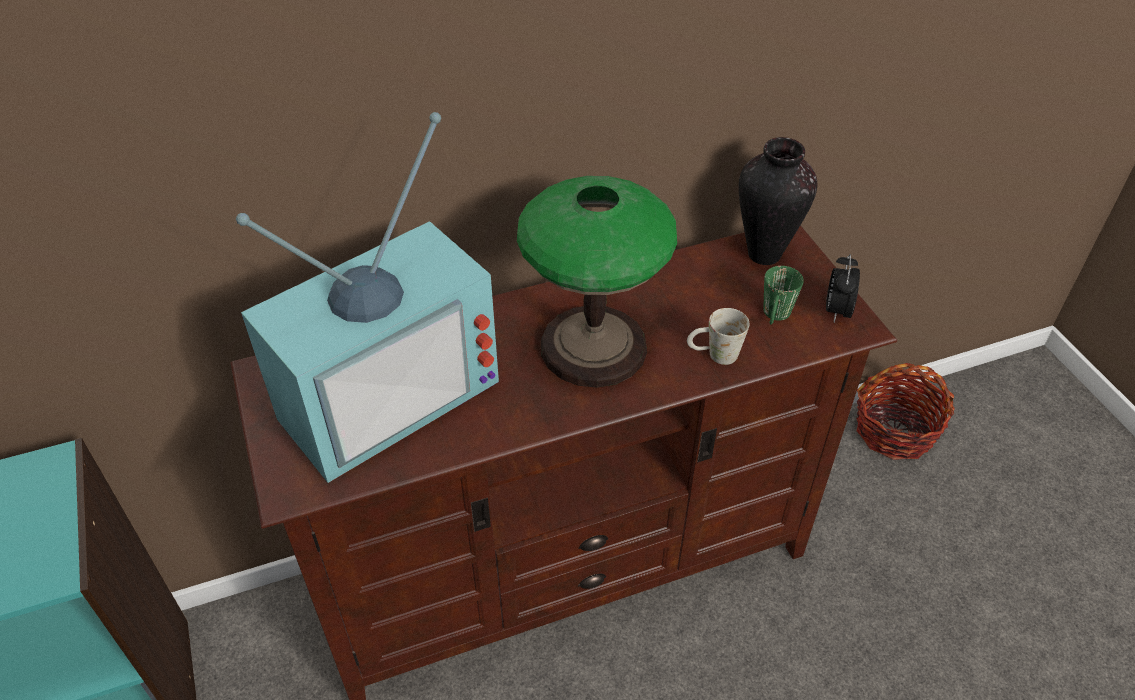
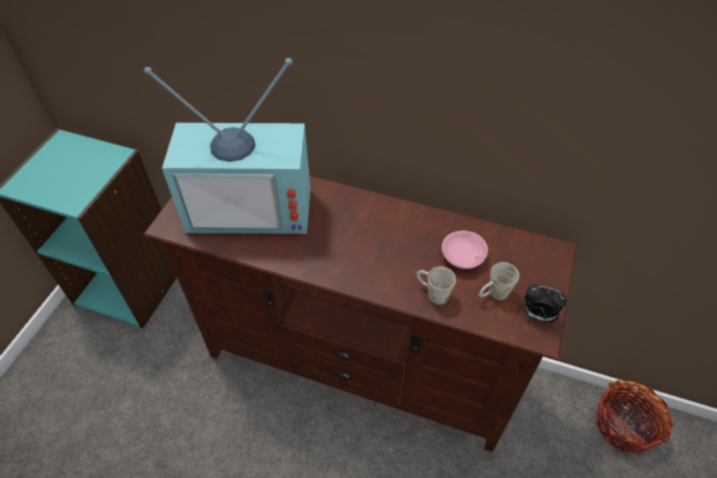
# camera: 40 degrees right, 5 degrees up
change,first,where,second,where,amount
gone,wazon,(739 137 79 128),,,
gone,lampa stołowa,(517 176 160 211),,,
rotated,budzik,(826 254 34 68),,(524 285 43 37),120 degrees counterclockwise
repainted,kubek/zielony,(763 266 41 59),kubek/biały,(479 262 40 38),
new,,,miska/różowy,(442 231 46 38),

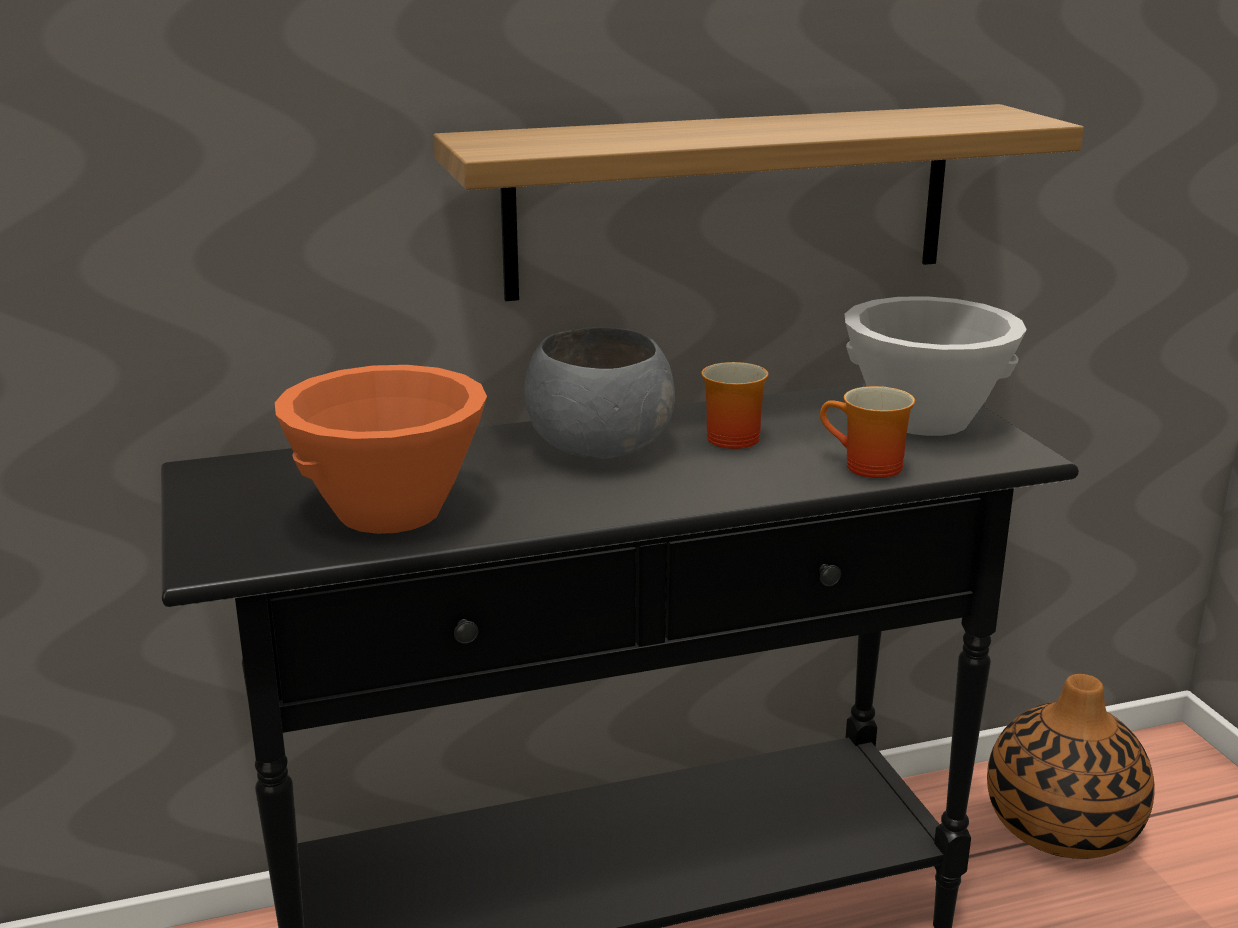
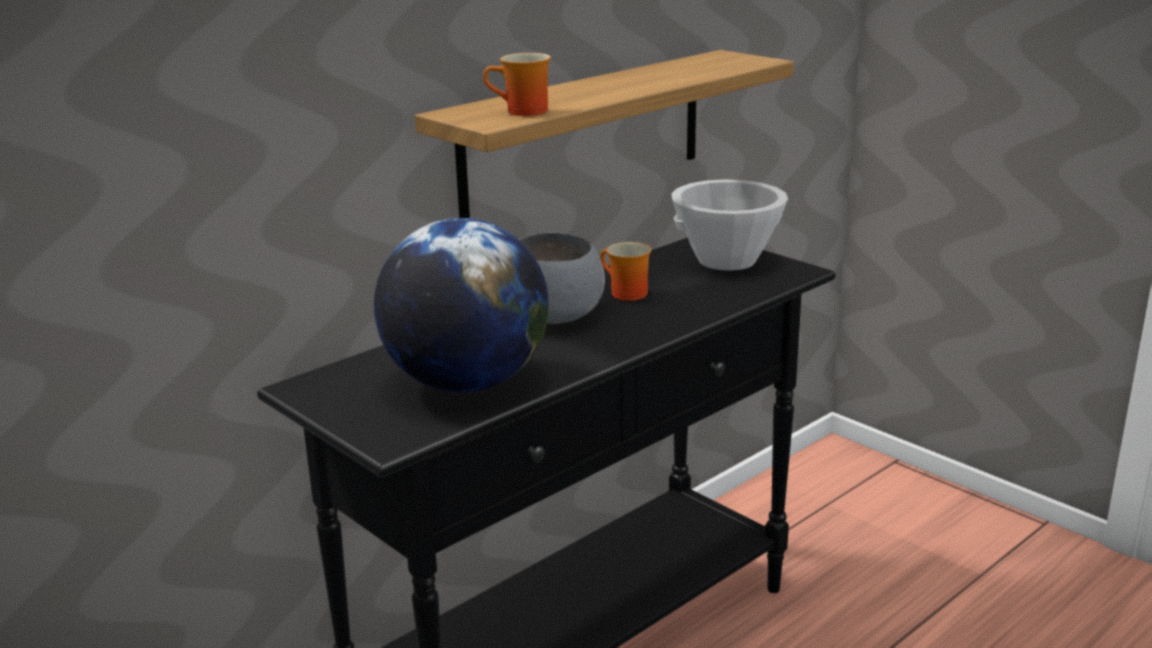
# camera: 25 degrees left, 0 degrees up
change,first,where,second,where,amount
swapped,miska/pomarańczowy,(275 365 212 169),globus,(374 218 175 175),
shifted,kubek,(820 386 95 92),,(483 53 68 63),
gone,wazon,(987 674 168 185),,,

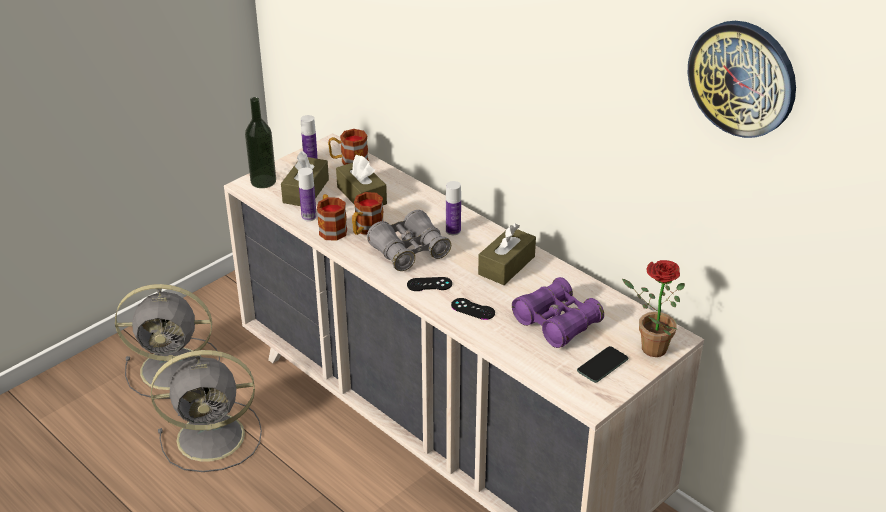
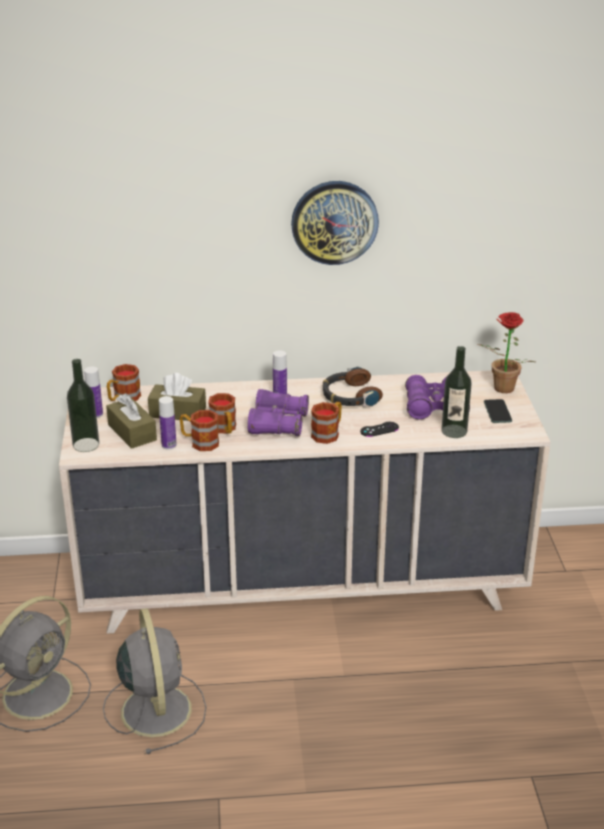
# camera: 50 degrees left, 5 degrees down
change,first,where,second,where,amount
shifted,zegar ścienny,(688 21 108 117),,(291 181 88 84),
repainted,lornetka/szary,(367 210 84 61),lornetka/fioletowy,(247 389 62 48),
swapped,pudełko chusteczek/brązowy,(478 223 58 62),słuchawki,(323 367 60 40),
swapped,pad do gier/czarny,(407 277 45 14),kubek,(311 402 31 42),
rotated,wentylator/szary,(151 350 111 122),,(103 608 103 146),45 degrees counterclockwise
new,,,butelka,(441 346 31 92),

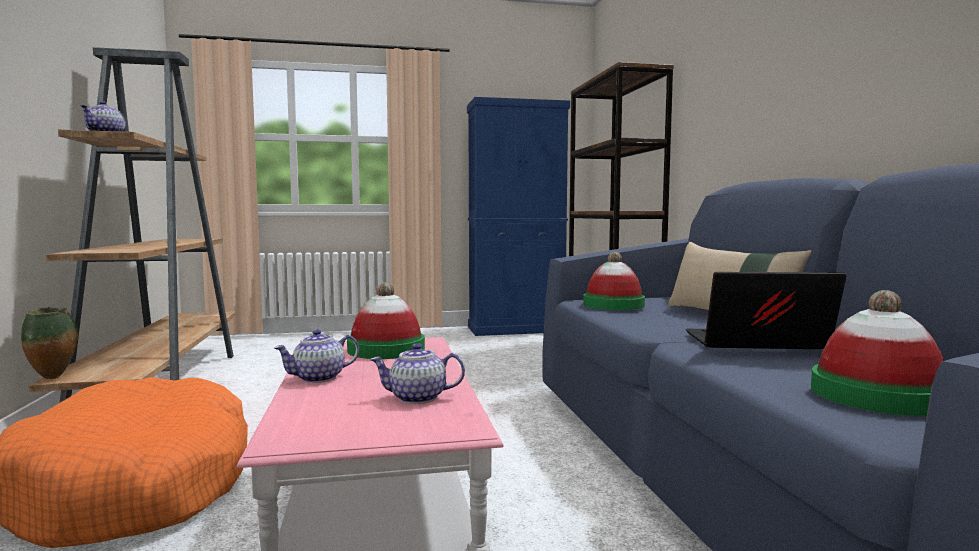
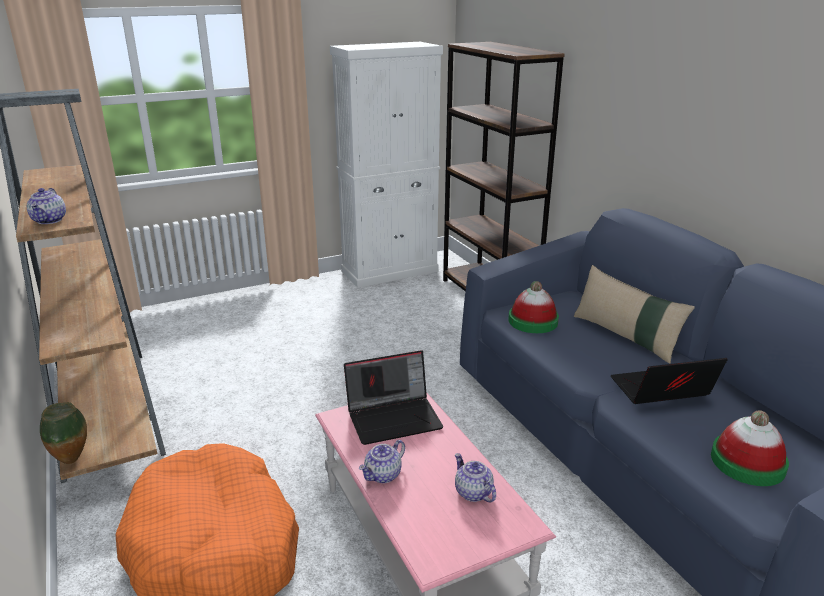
# camera: 15 degrees left, 20 degrees up
change,first,where,second,where,amount
repainted,szafka/niebieski,(467 97 103 239),szafka/biały,(330 42 113 246),
swapped,kapelusz,(347 282 78 77),laptop,(344 350 99 95),
rotated,imbryk,(370 343 95 61),,(455 453 41 49),75 degrees clockwise

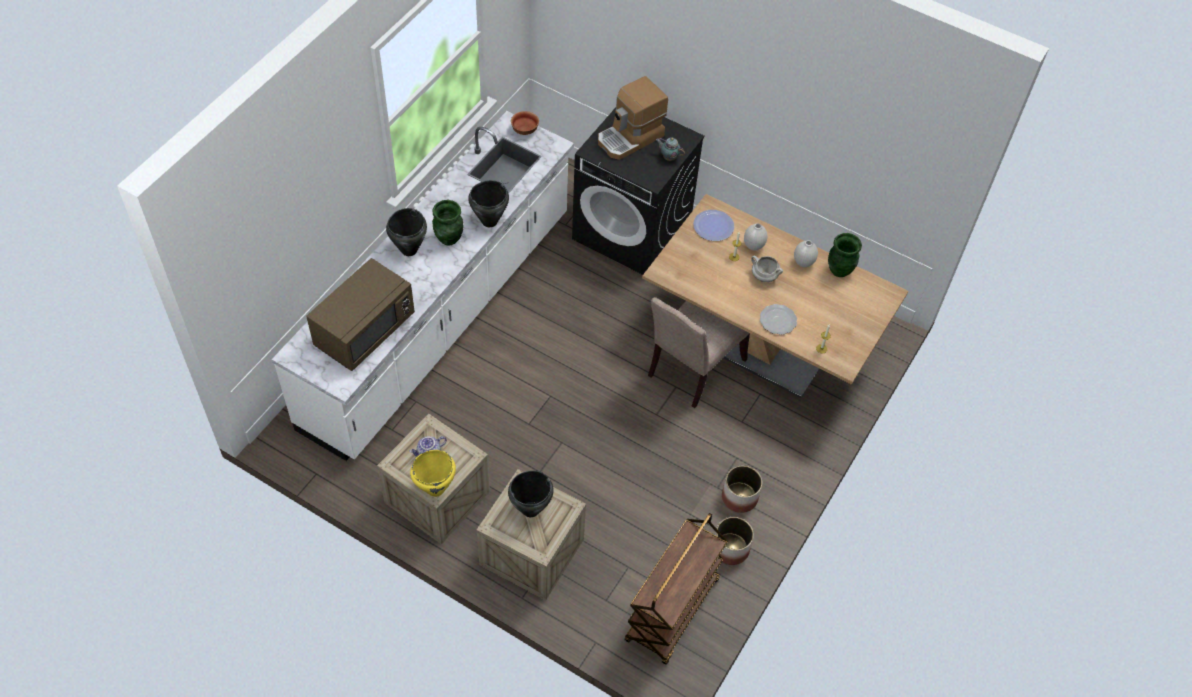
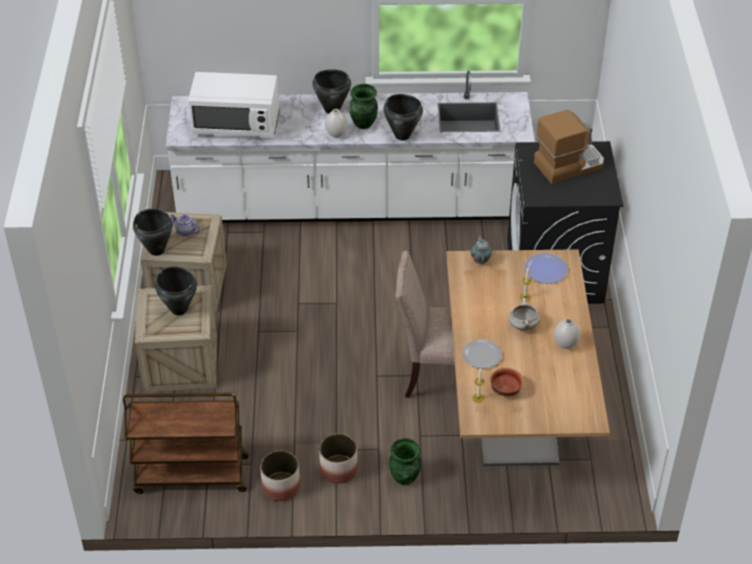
# camera: 60 degrees right, 10 degrees down
change,first,where,second,where,amount
rotated,ekspres do kawy,(598 76 70 84),,(534 110 70 74),135 degrees clockwise
shifted,miska,(511 111 28 24),,(490 368 34 28),
shifted,imbryk,(656 137 29 24),,(471 236 21 28),
shifted,wazon/biały,(744 223 24 28),,(325 109 22 29),
shifted,wazon/zielony,(828 233 34 44),,(389 438 32 47),
repainted,mikrofalówka/brązowy,(306 258 109 113),mikrofalówka/biały,(188 72 92 66),
repainted,garnek/żółty,(410 450 46 47),garnek/czarny,(133 209 40 47),

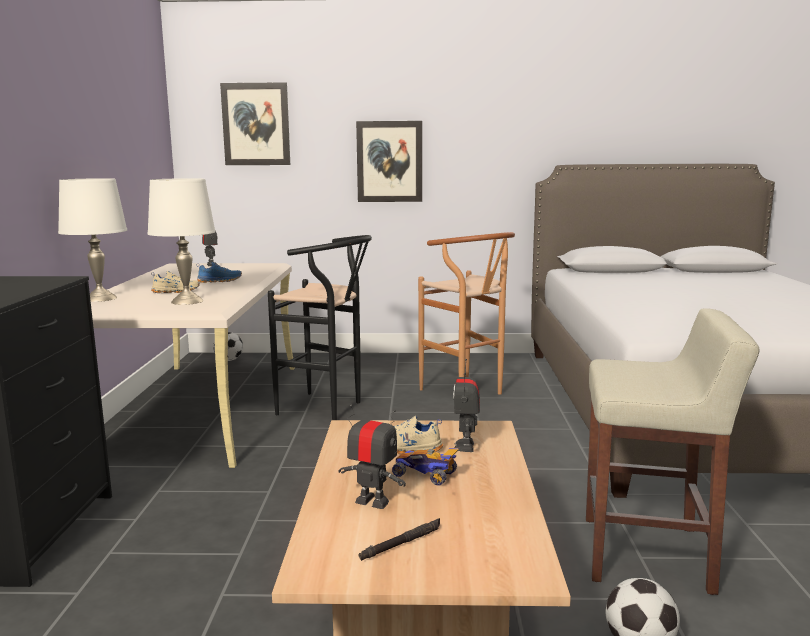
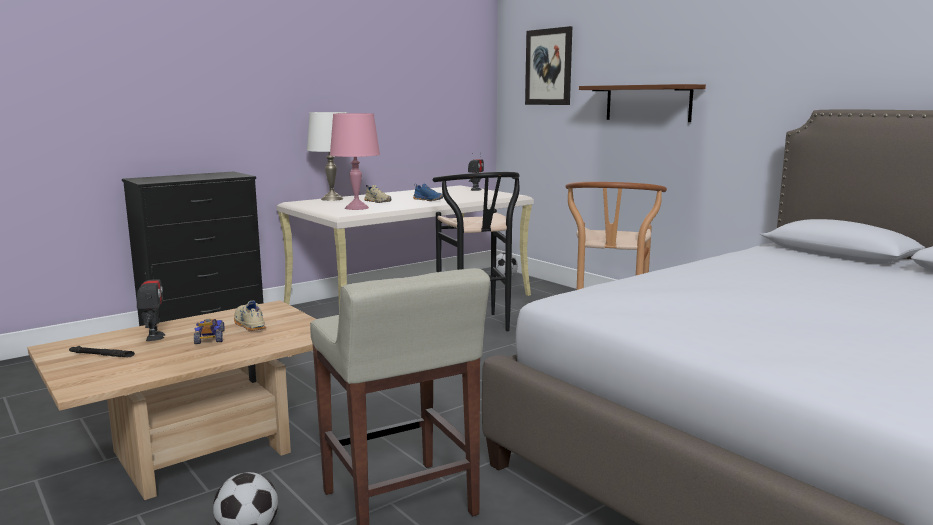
# camera: 50 degrees right, 0 degrees up
change,first,where,second,where,amount
swapped,obraz,(356 121 66 81),półka/brązowy,(579 84 127 38),
repainted,lampa stołowa/biały,(147 178 69 127),lampa stołowa/różowy,(330 113 50 97),
gone,robot zabawkowy,(453 359 27 93),,,

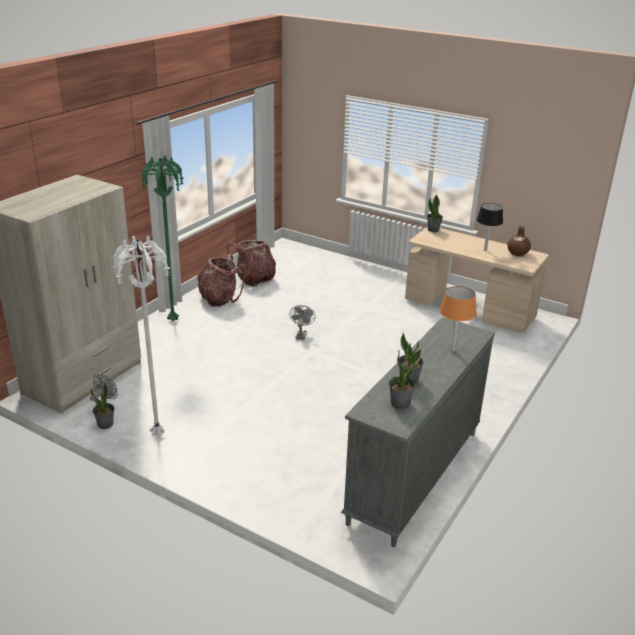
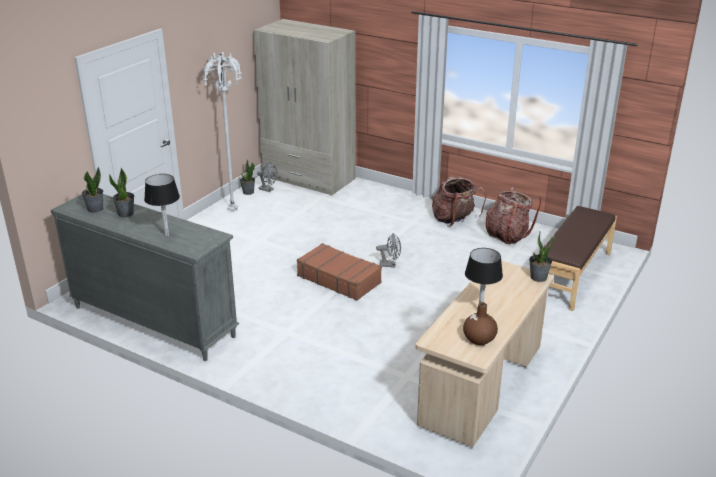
# camera: 90 degrees right, 0 degrees up
change,first,where,second,where,amount
gone,lampa stojąca/zielony,(141 155 43 166),,,
repainted,lampa stołowa/pomarańczowy,(439 286 38 66),lampa stołowa/czarny,(144 174 36 62),
new,,,ławka/brązowy,(539 206 78 105),
new,,,walizka/brązowy,(297 243 85 58),

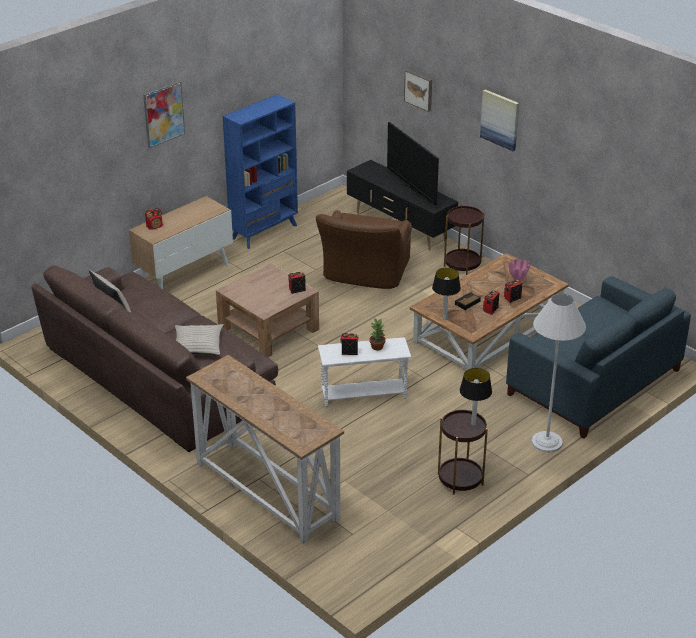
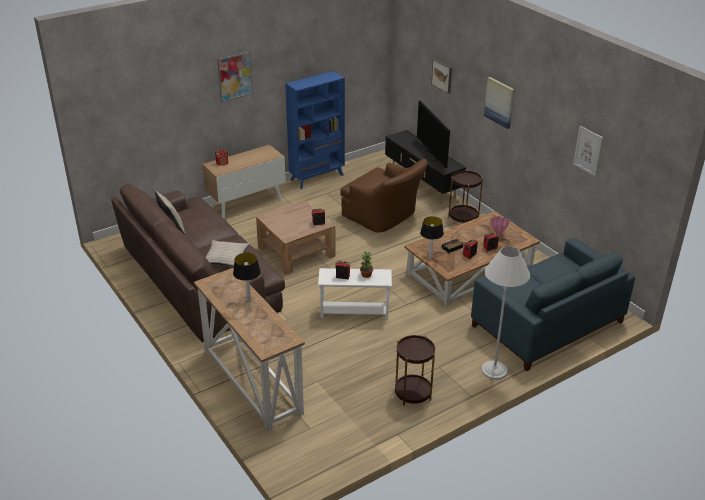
# camera: 10 degrees right, 0 degrees up
change,first,where,second,where,amount
rotated,fotel/brązowy,(316 210 96 79),,(340 159 88 73),75 degrees counterclockwise
shifted,lampa stołowa,(460 368 32 58),,(233 253 28 49),
new,,,obraz,(573 126 30 50),

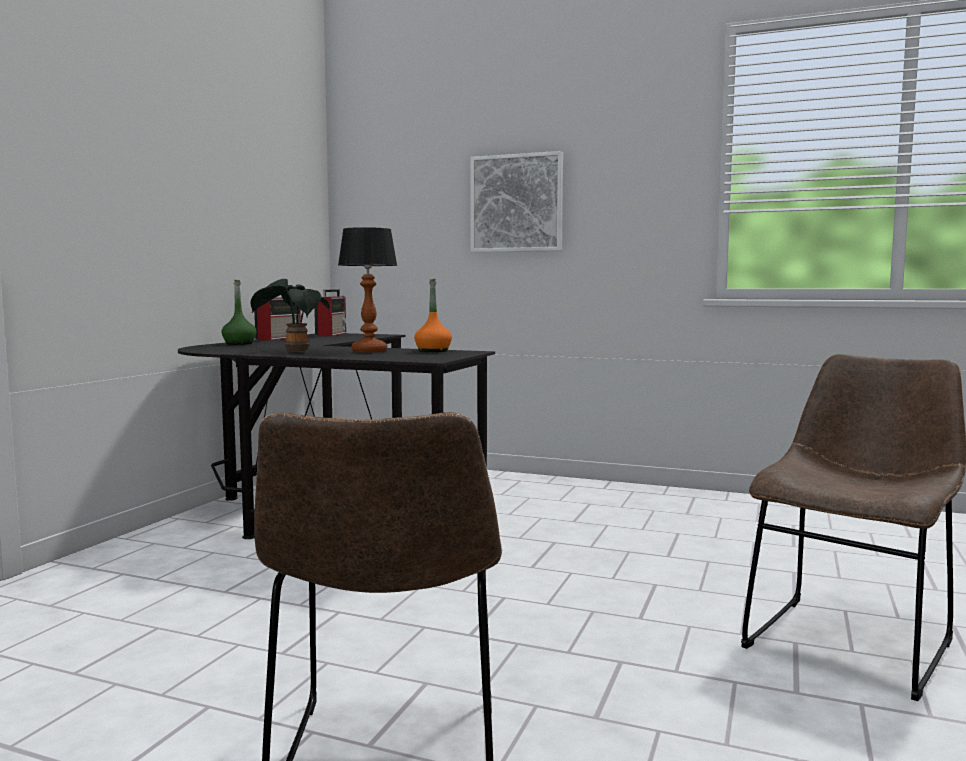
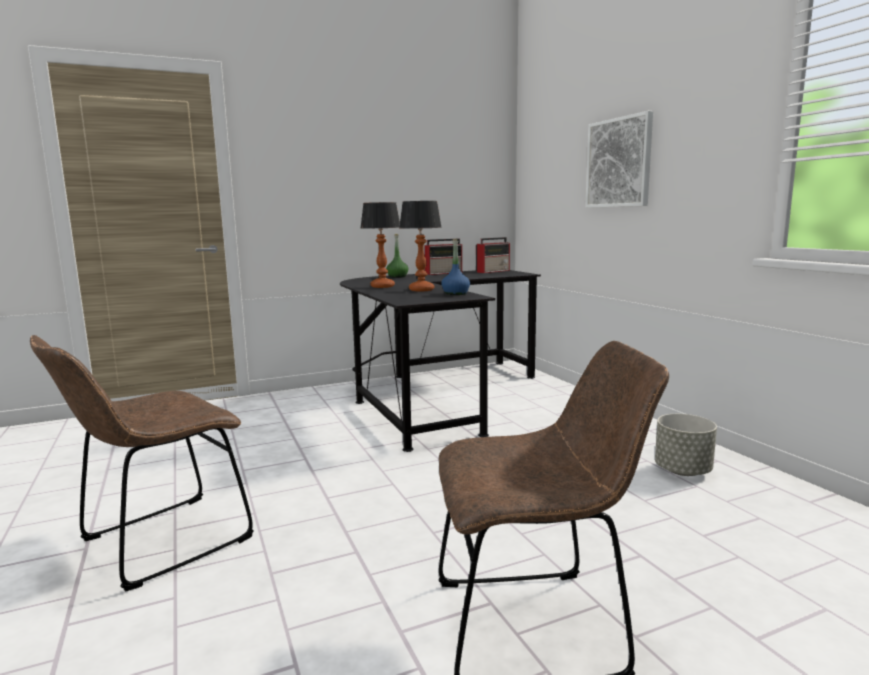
# camera: 45 degrees right, 5 degrees up
change,first,where,second,where,amount
swapped,roślina doniczkowa,(251 279 79 74),lampa stołowa,(361 202 39 86),
repainted,butelka/pomarańczowy,(414 279 38 73),butelka/niebieski,(441 238 29 57),
new,,,donica/szary,(655 414 62 62),

